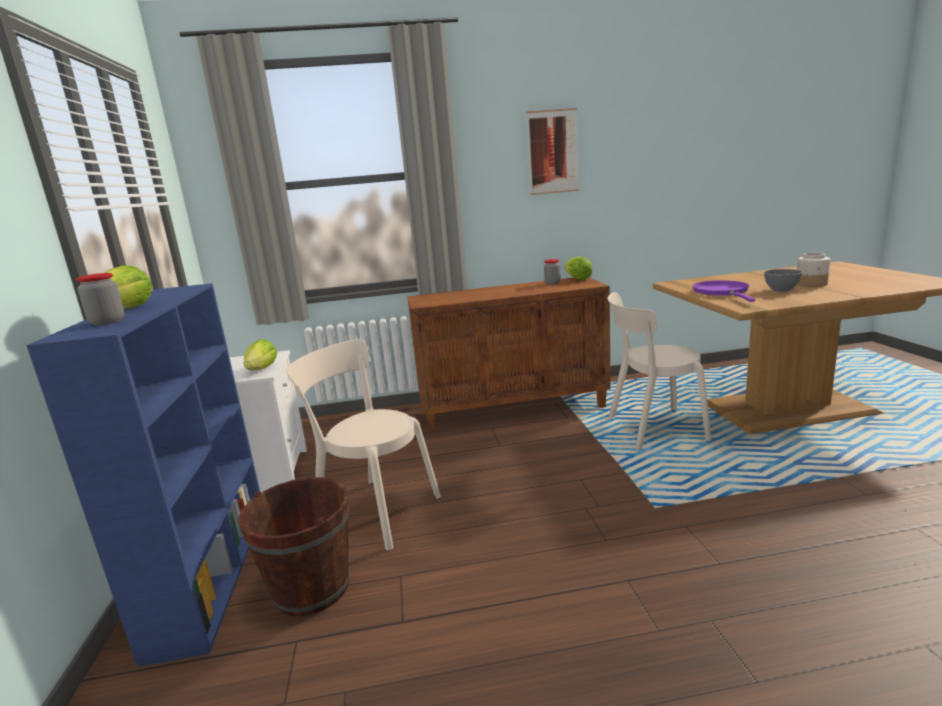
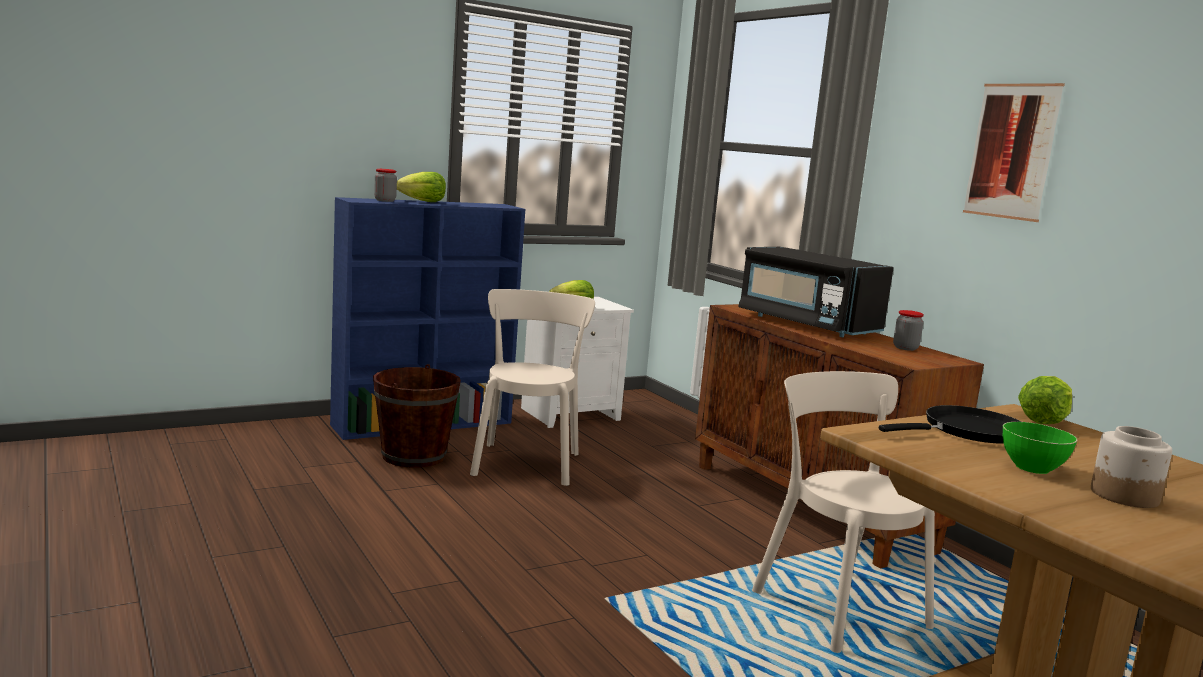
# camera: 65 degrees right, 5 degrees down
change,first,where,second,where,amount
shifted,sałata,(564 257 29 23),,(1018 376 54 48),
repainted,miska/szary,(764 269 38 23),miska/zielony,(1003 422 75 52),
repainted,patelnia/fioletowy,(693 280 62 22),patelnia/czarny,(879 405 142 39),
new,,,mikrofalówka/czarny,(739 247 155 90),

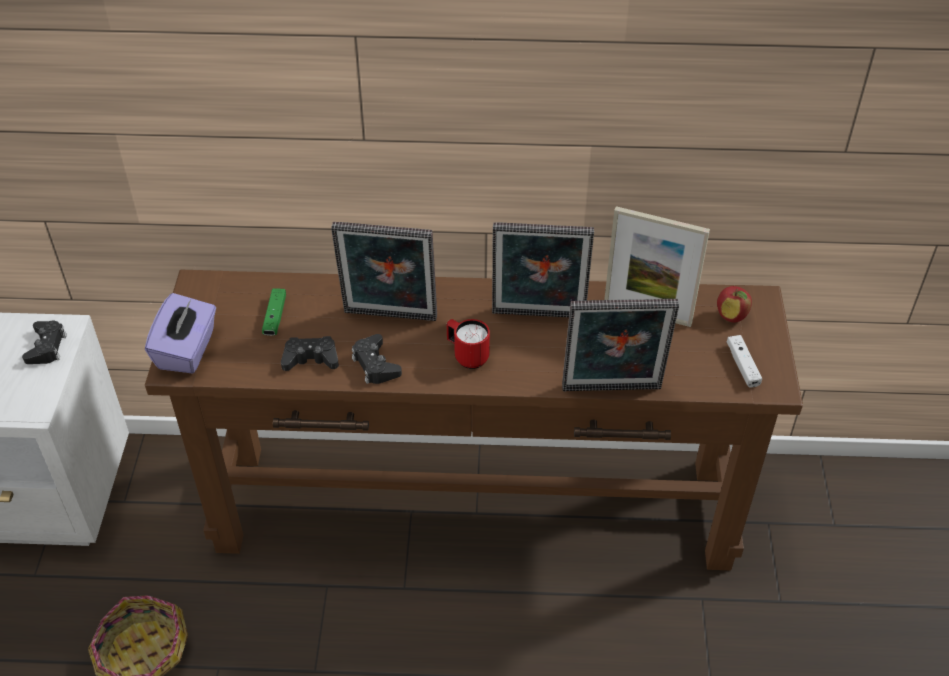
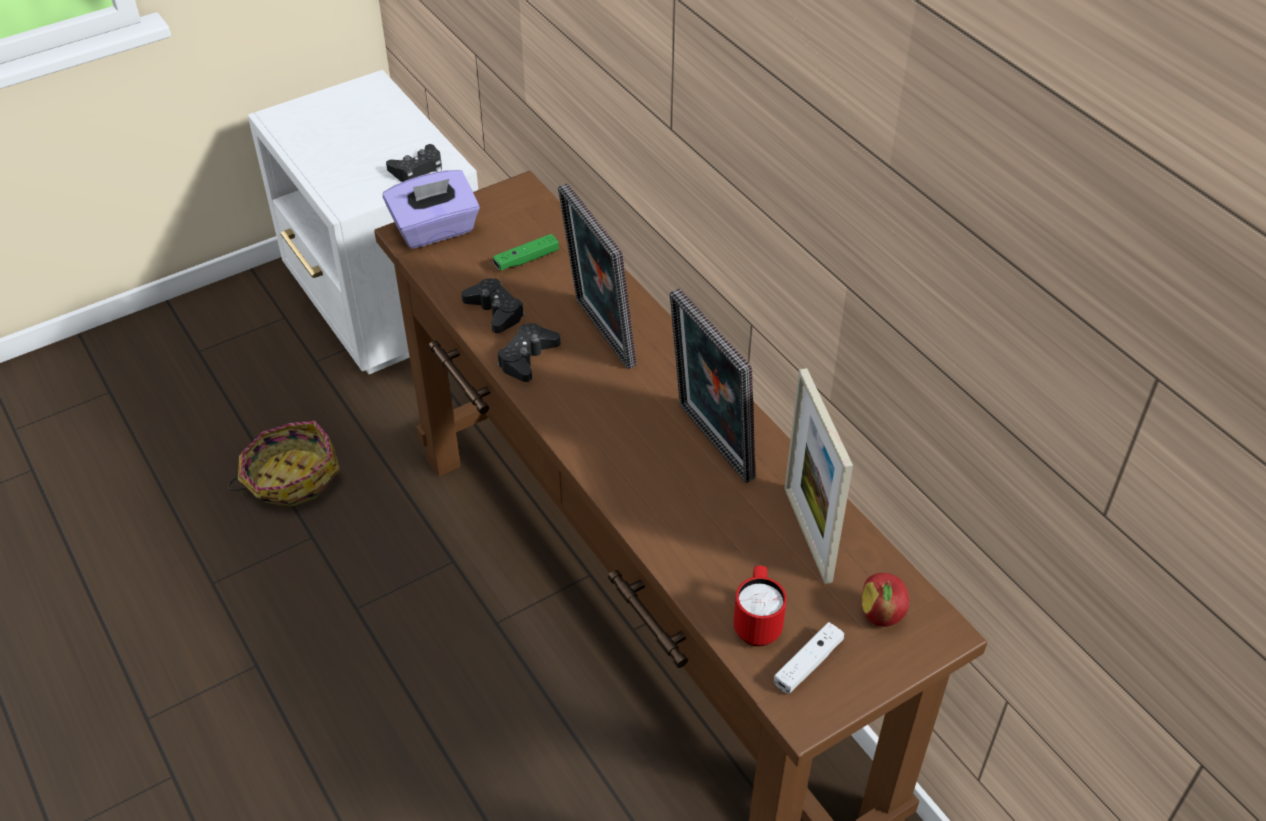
# camera: 55 degrees right, 0 degrees up
change,first,where,second,where,amount
gone,ramka na zdjęcie,(562 299 117 92),,,
shifted,kubek/czerwony,(447 319 43 50),,(733 566 54 80),

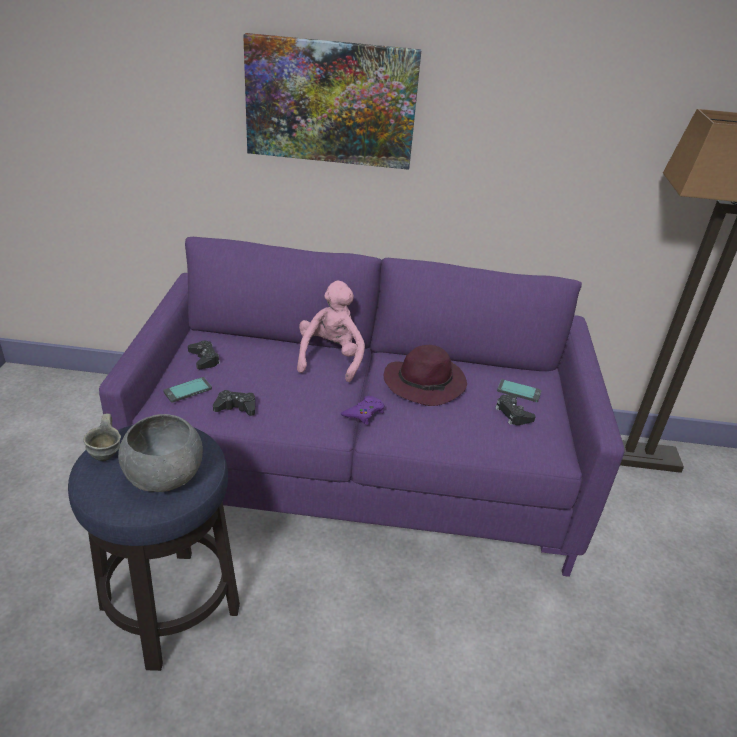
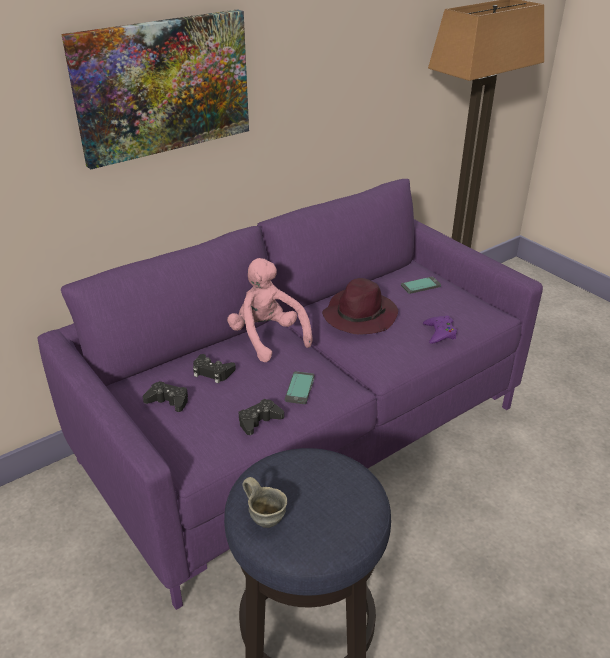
# camera: 40 degrees left, 0 degrees up
change,first,where,second,where,amount
shifted,telefon,(163 377 49 26),,(285 371 29 33),
shifted,pad do gier/czarny,(495 394 41 31),,(193 354 43 30),
shifted,pad do gier/fioletowy,(341 396 43 28),,(423 316 34 28),
gone,miska/szary,(118 414 85 78),,,

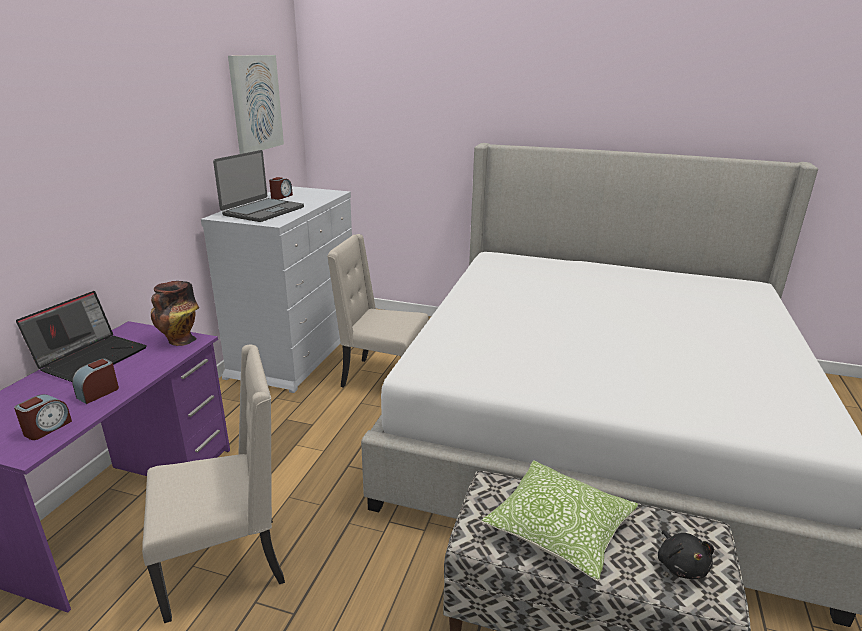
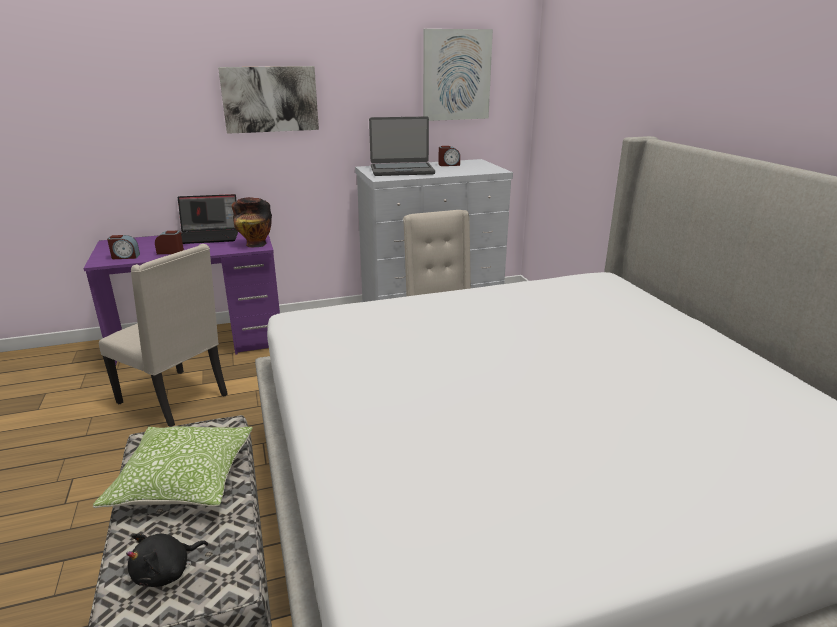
# camera: 55 degrees right, 0 degrees up
change,first,where,second,where,amount
new,,,obraz,(218 66 101 68),

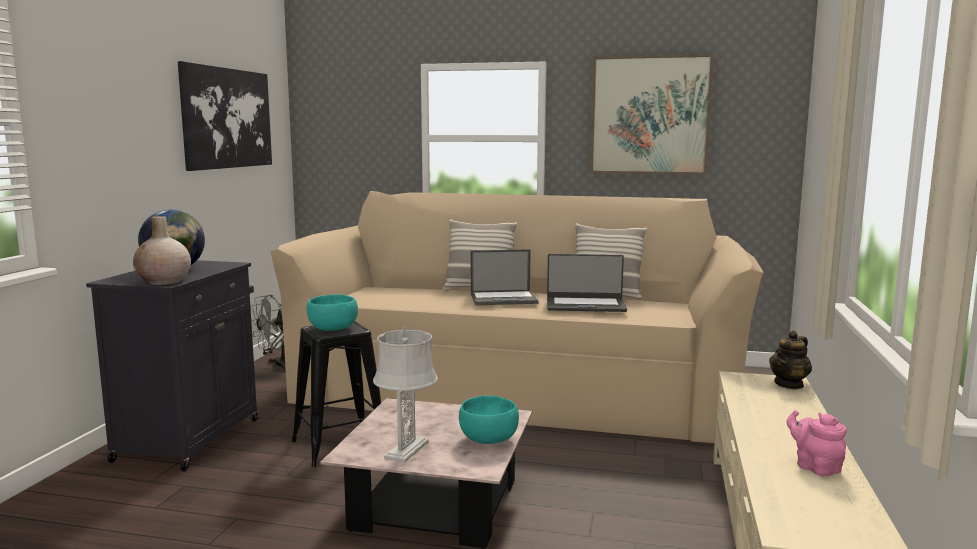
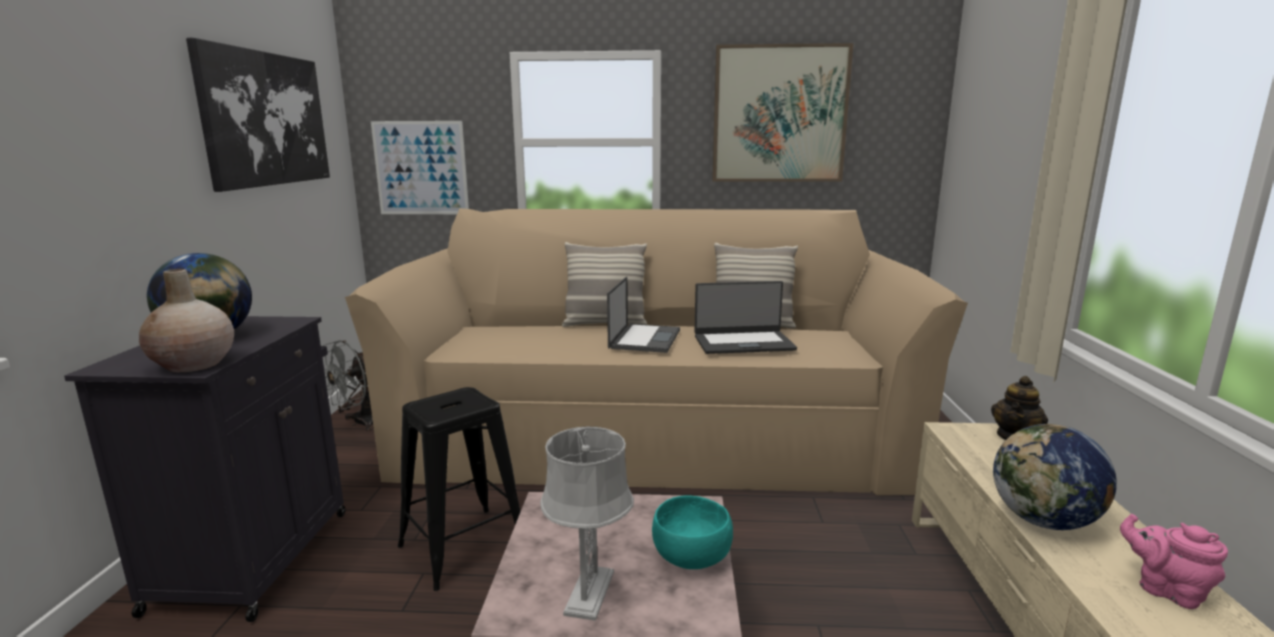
# camera: 10 degrees left, 5 degrees up
change,first,where,second,where,amount
rotated,laptop,(471 249 68 56),,(607 277 73 76),60 degrees counterclockwise
gone,miska/turkusowy,(307 294 51 37),,,
new,,,obraz,(371 121 98 93),
new,,,globus,(993 424 124 106),

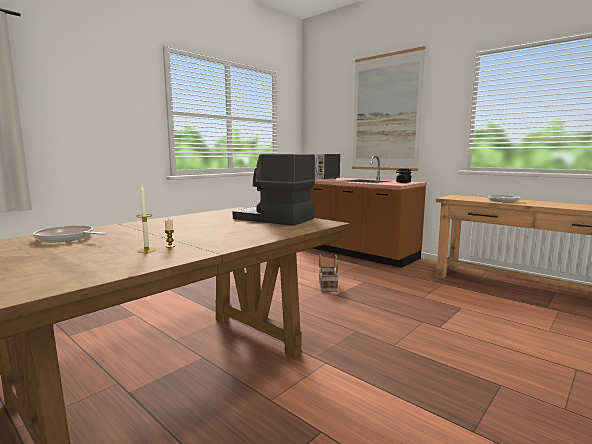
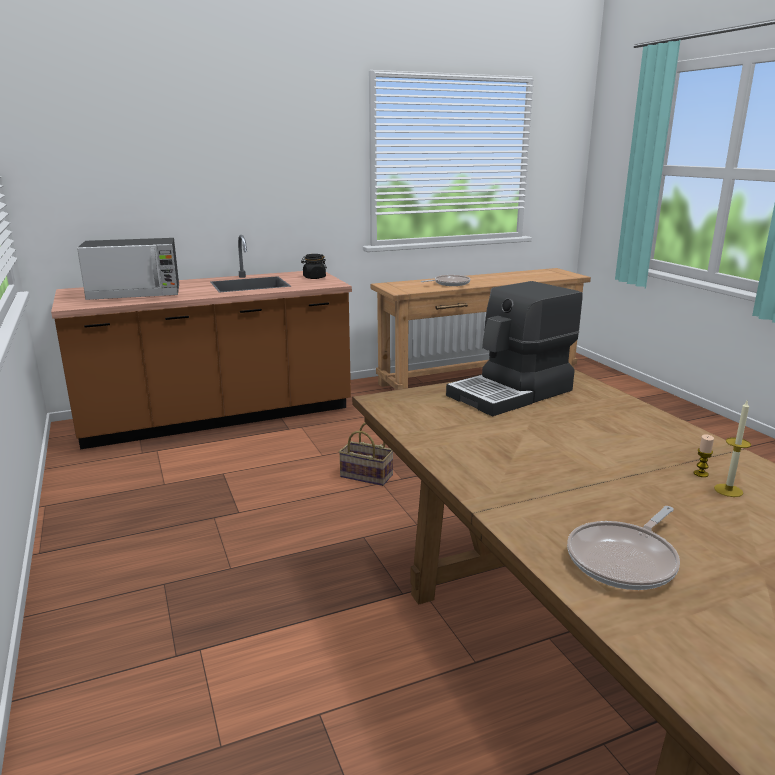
# camera: 65 degrees left, 10 degrees up
change,first,where,second,where,amount
gone,obraz,(352 46 74 125),,,

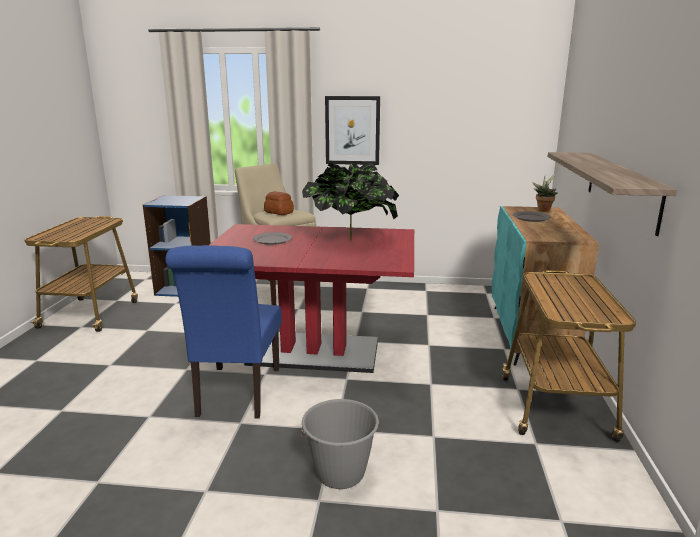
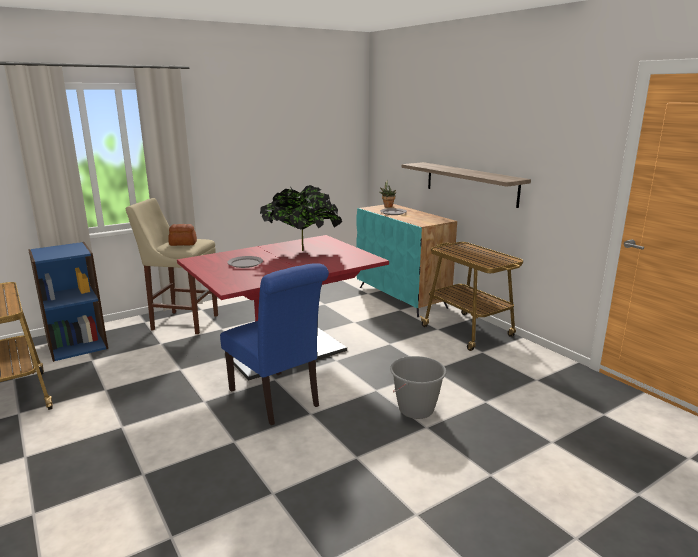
# camera: 40 degrees left, 0 degrees up
change,first,where,second,where,amount
gone,obraz,(325 96 55 69),,,

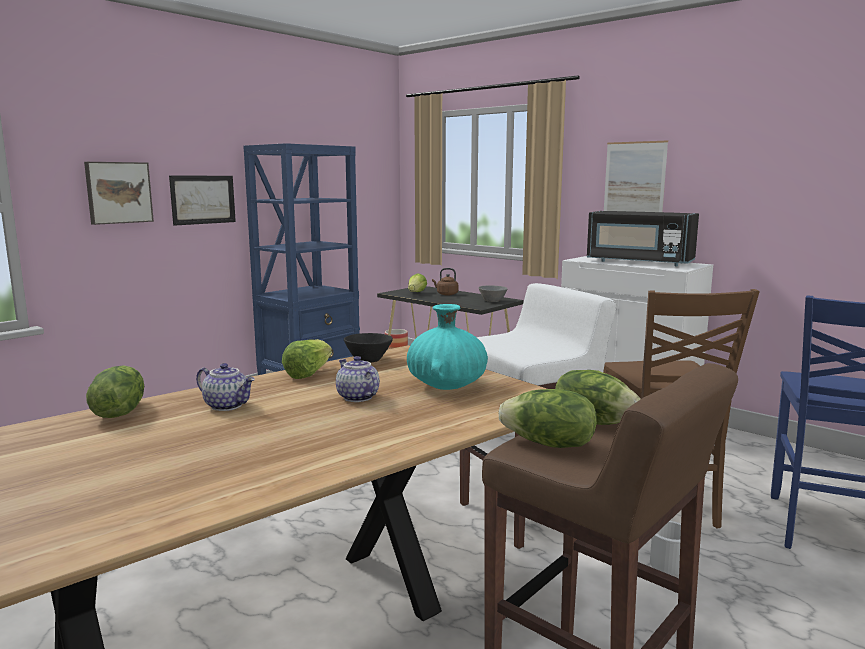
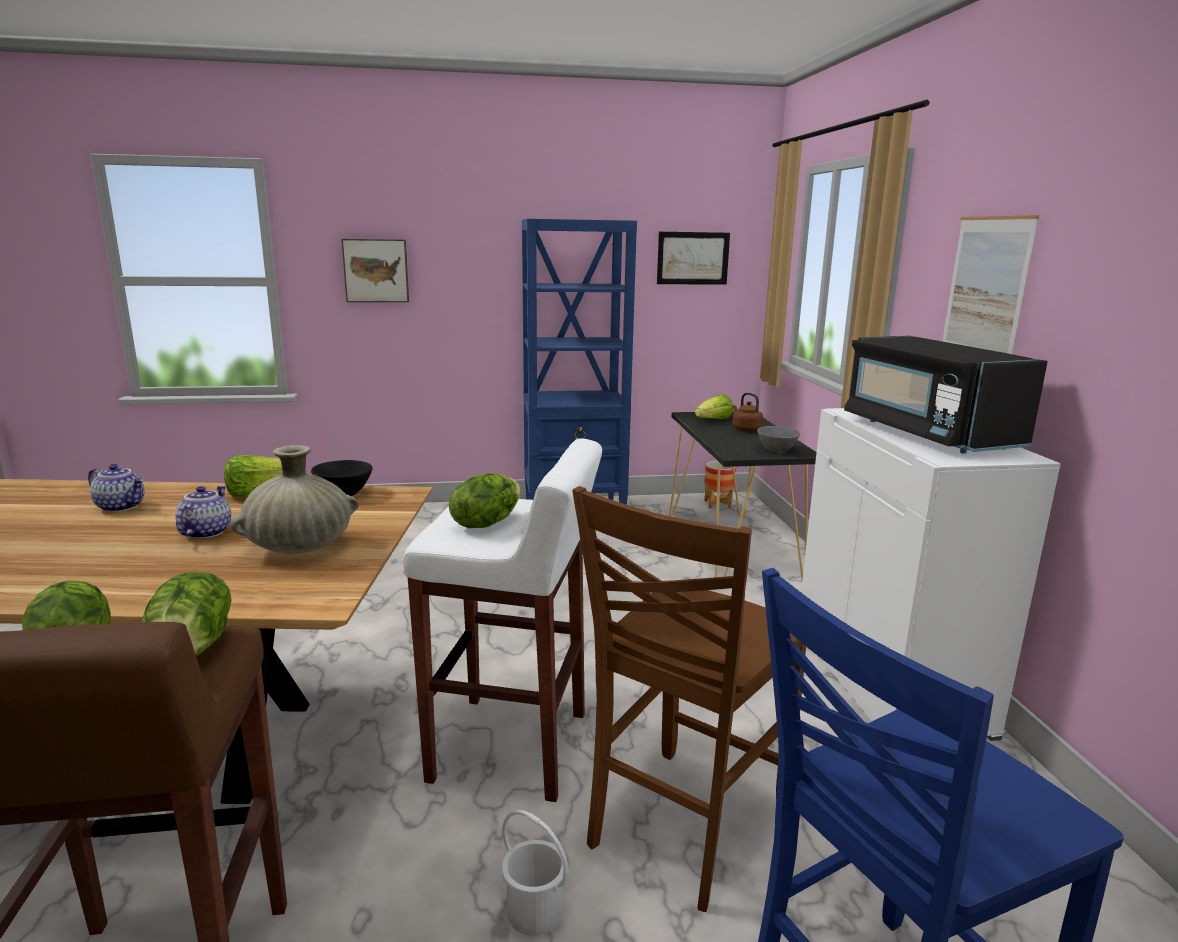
# camera: 40 degrees right, 5 degrees up
change,first,where,second,where,amount
shifted,obraz,(169 176 67 50),,(657 232 73 53),
repainted,wazon/turkusowy,(407 304 81 86),wazon/beżowy,(230 445 129 109),
rotated,imbryk,(196 363 59 48),,(88 464 56 48),45 degrees counterclockwise
shifted,sałata,(86 366 58 52),,(449 473 72 55),

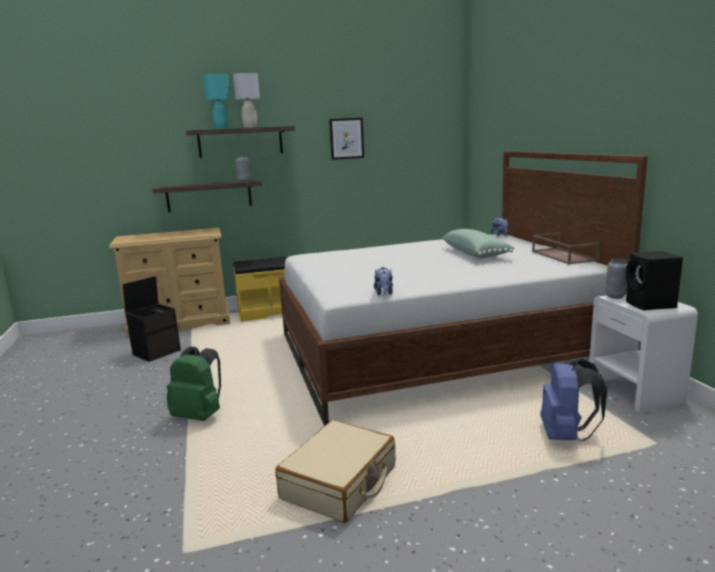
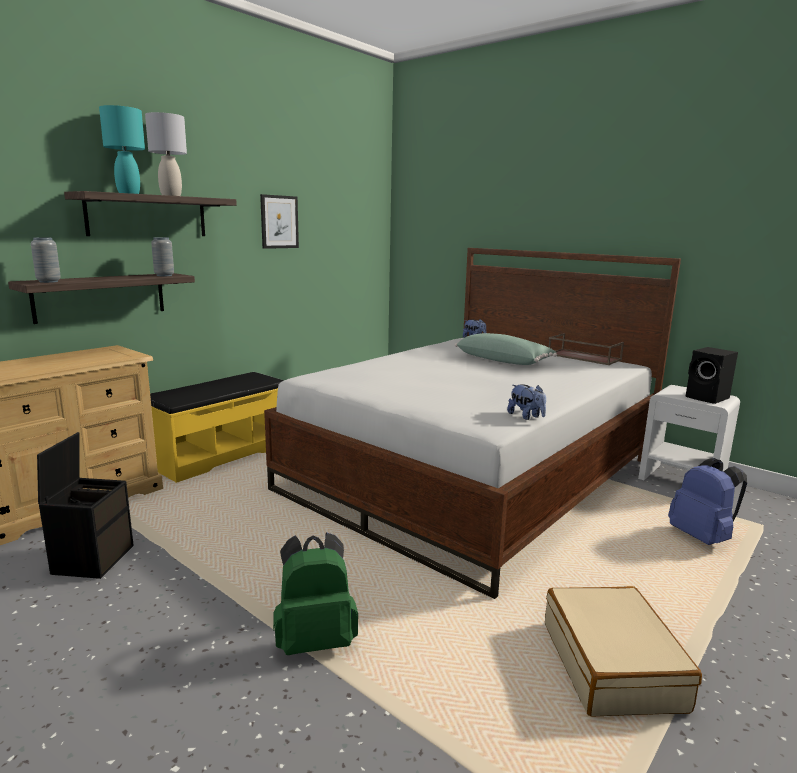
# camera: 35 degrees left, 0 degrees up
change,first,where,second,where,amount
shifted,wazon/szary,(606 259 21 40),,(31 237 30 46),

